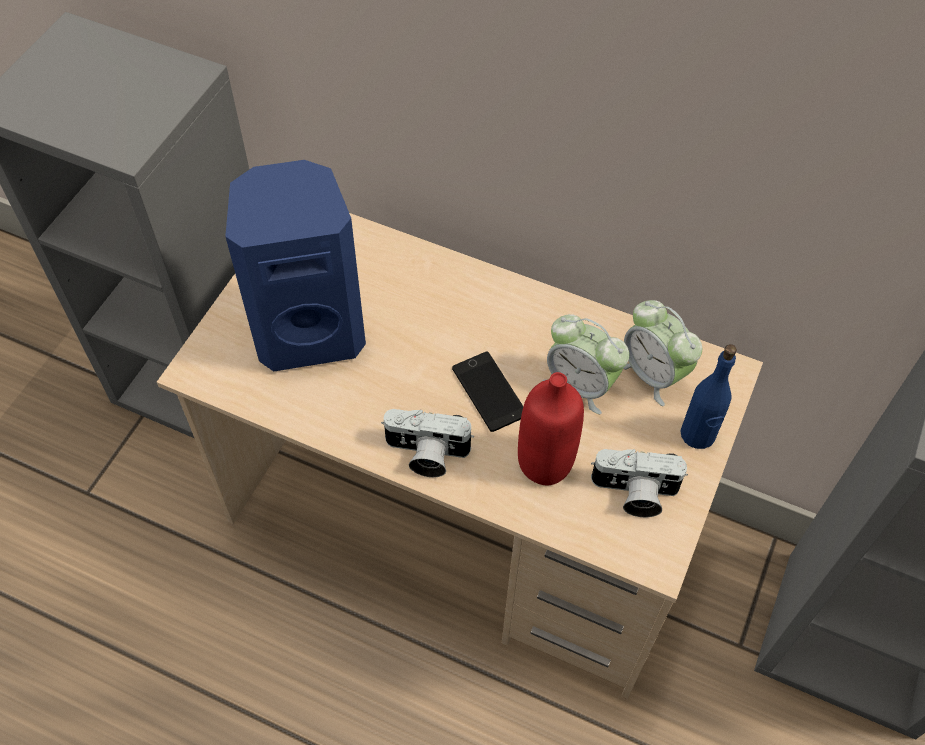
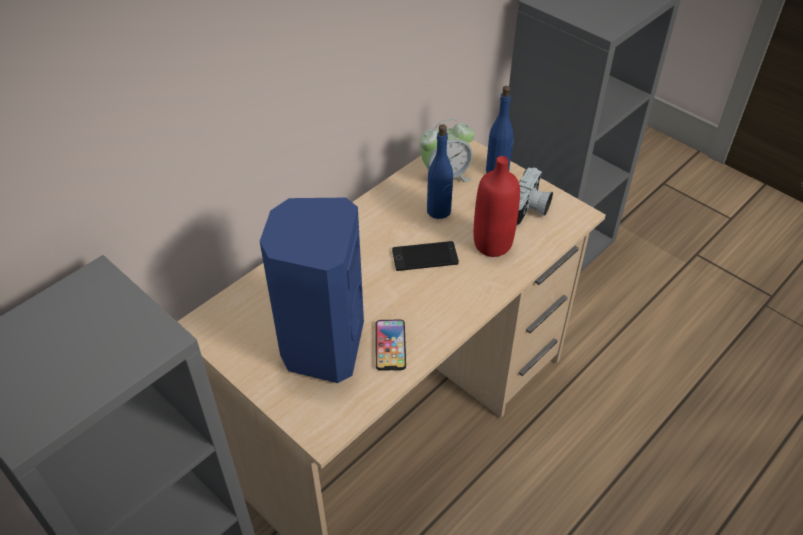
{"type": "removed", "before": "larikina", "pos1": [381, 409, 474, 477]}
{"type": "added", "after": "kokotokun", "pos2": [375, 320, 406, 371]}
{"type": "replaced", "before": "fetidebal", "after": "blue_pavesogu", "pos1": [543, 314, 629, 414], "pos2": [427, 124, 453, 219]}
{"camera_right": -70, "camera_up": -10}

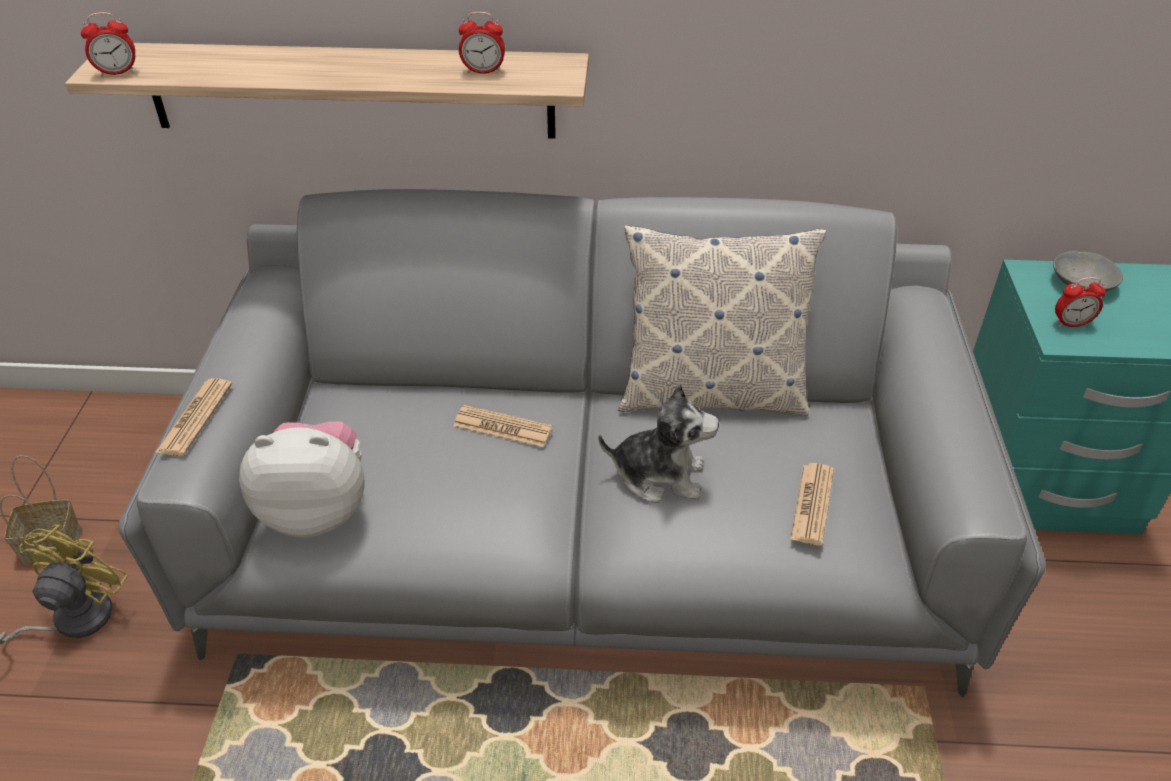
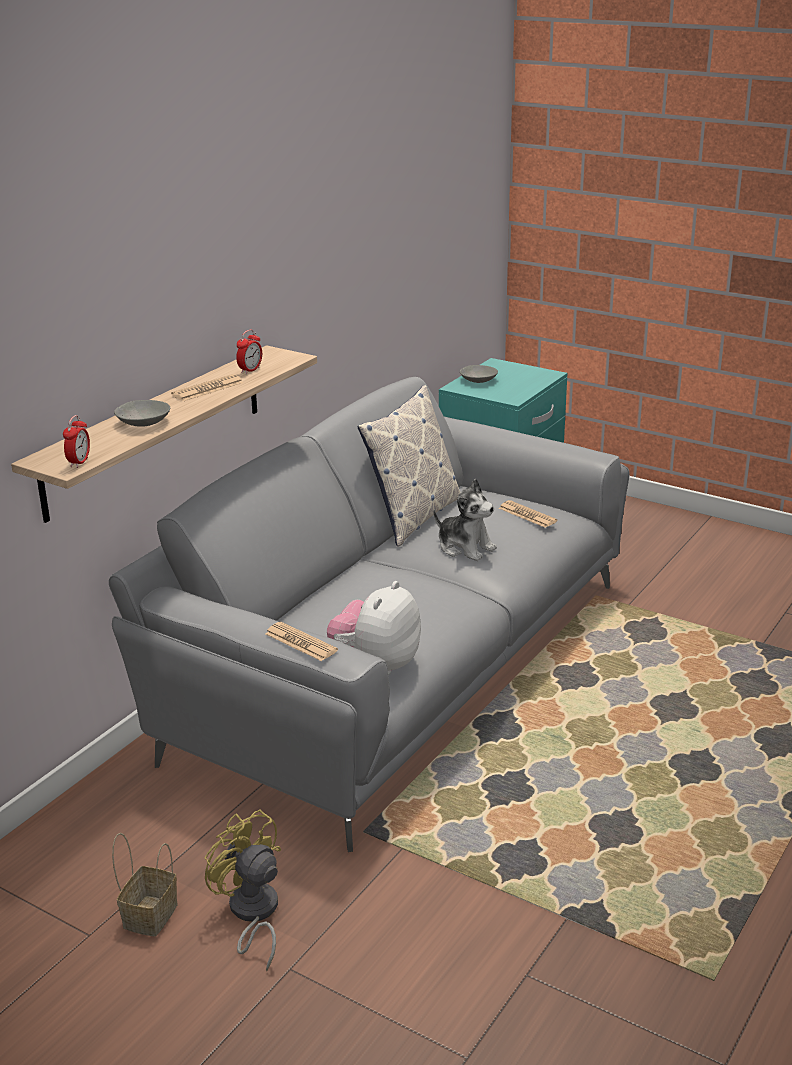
{"type": "removed", "before": "fetidebal", "pos1": [1055, 277, 1106, 327]}
{"type": "added", "after": "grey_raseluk", "pos2": [114, 400, 170, 427]}
{"type": "moved", "before": "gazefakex", "pos1": [454, 405, 553, 447], "pos2": [171, 374, 243, 401]}
{"type": "turned", "before": "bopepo", "pos1": [599, 384, 719, 503], "pos2": [434, 478, 497, 561], "turn": 90}
{"camera_right": -60, "camera_up": -15}

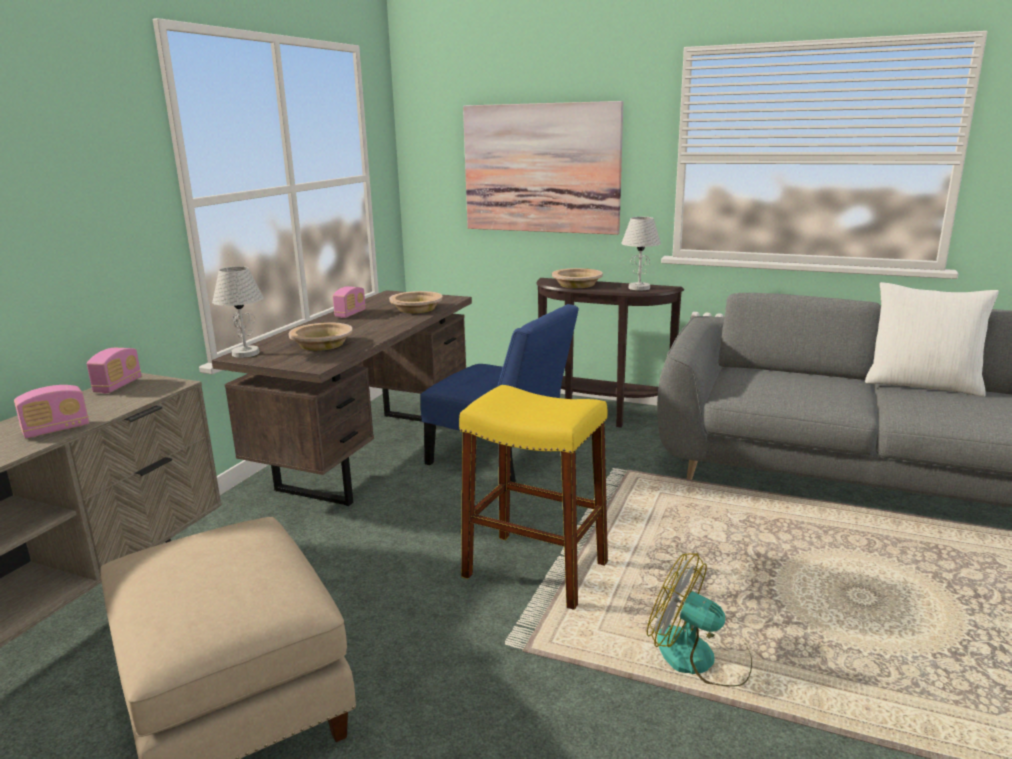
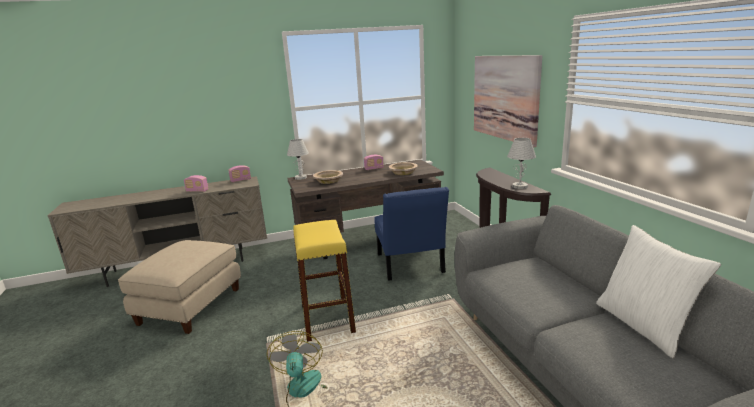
{"type": "removed", "before": "beige_raseluk", "pos1": [552, 268, 603, 288]}
{"camera_right": 50, "camera_up": 0}

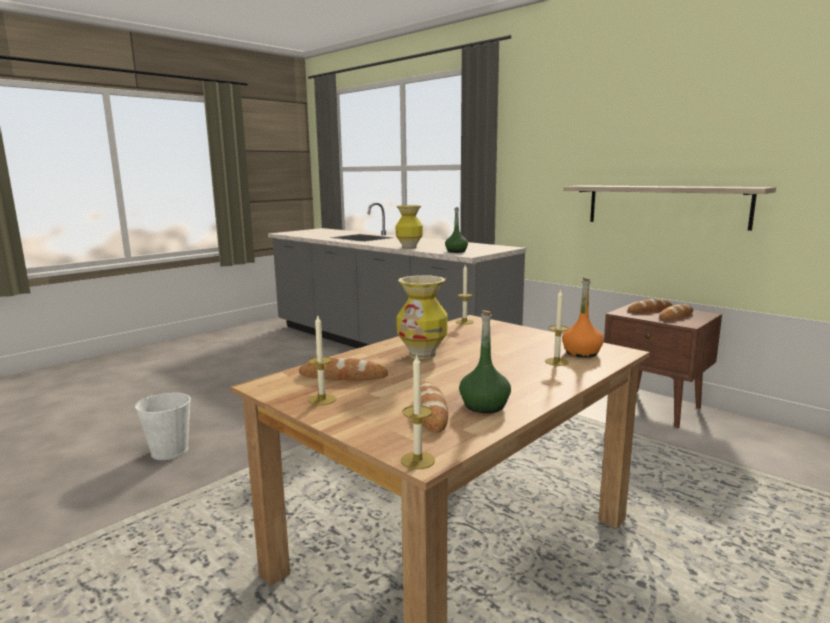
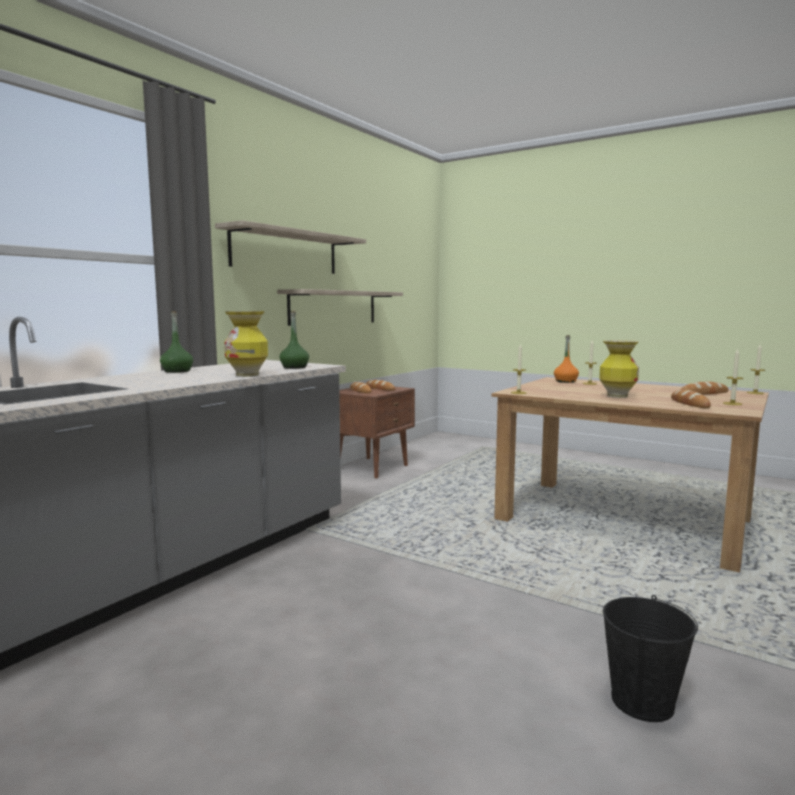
{"type": "added", "after": "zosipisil", "pos2": [215, 220, 366, 274]}
{"type": "moved", "before": "green_pavesogu", "pos1": [459, 310, 511, 413], "pos2": [160, 311, 193, 373]}
{"type": "recoloured", "before": "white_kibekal", "after": "black_kibekal", "pos1": [135, 393, 191, 460], "pos2": [603, 595, 698, 722]}
{"camera_right": -100, "camera_up": -5}

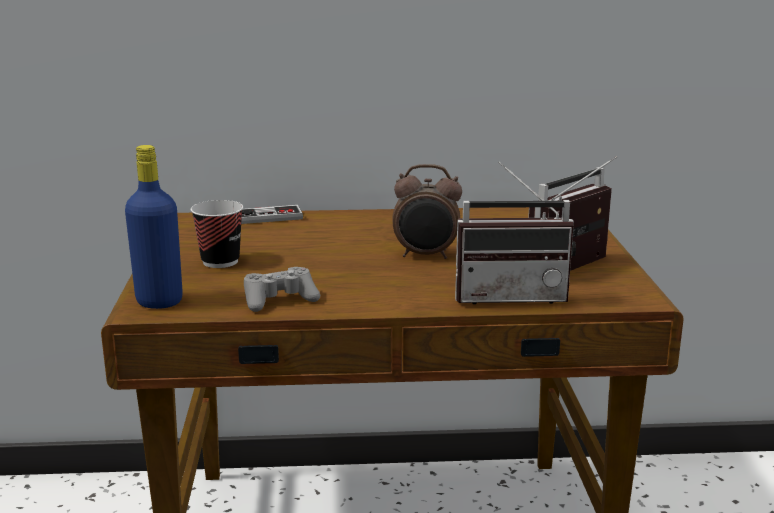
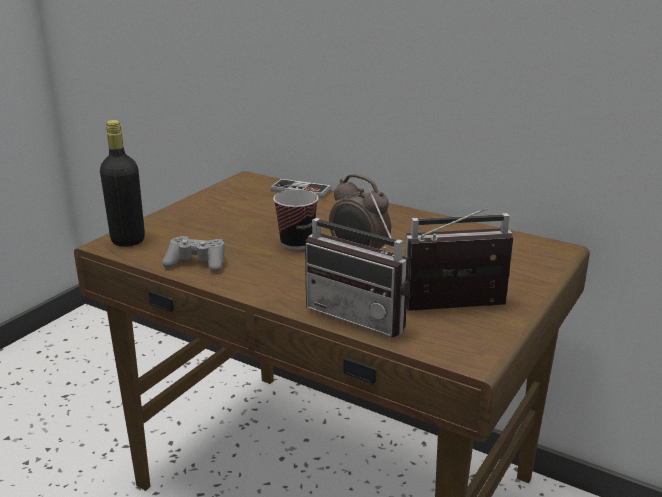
{"type": "moved", "before": "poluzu", "pos1": [191, 200, 243, 268], "pos2": [273, 190, 319, 250]}
{"type": "recoloured", "before": "blue_pavesogu", "after": "black_pavesogu", "pos1": [125, 145, 183, 309], "pos2": [100, 120, 145, 247]}
{"camera_right": 35, "camera_up": 5}

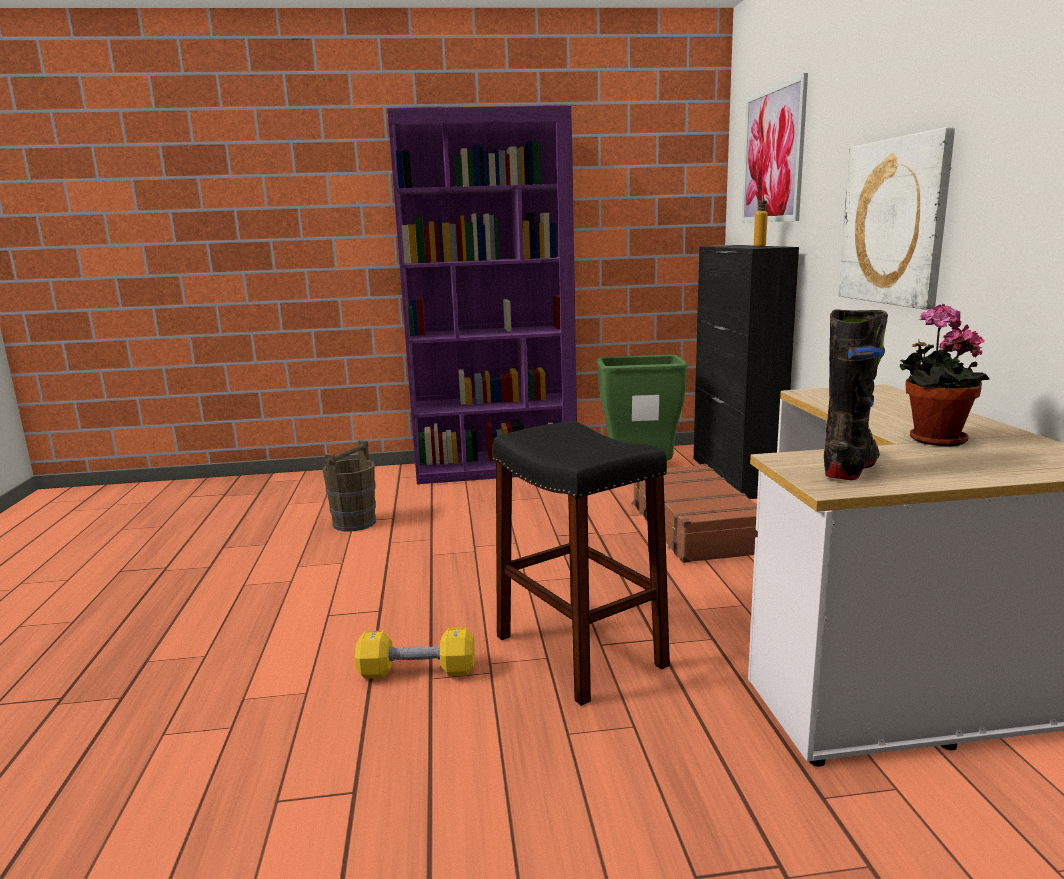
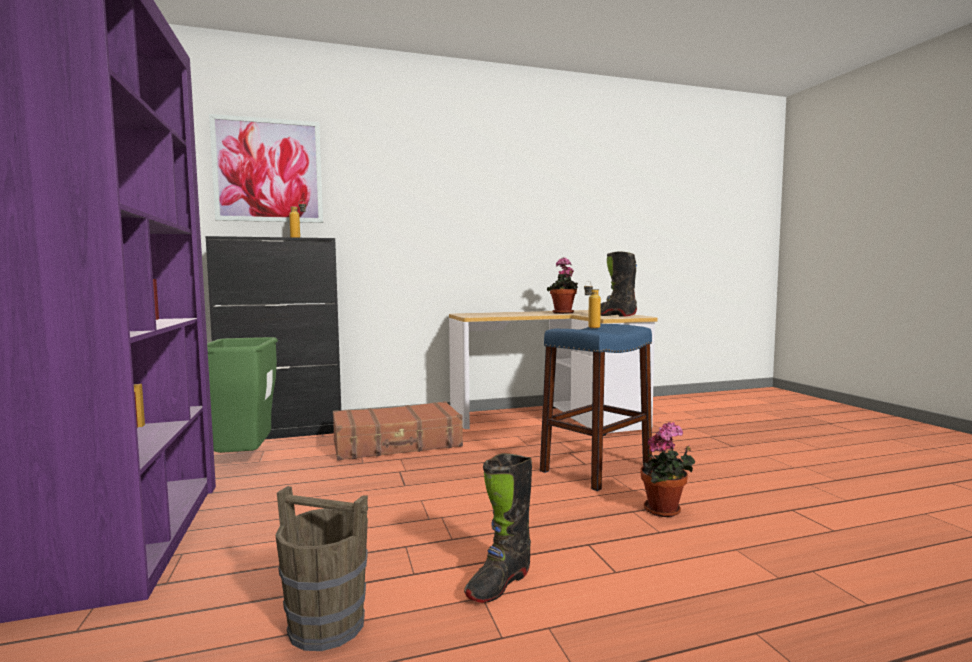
{"type": "removed", "before": "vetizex", "pos1": [838, 127, 955, 310]}
{"type": "added", "after": "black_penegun", "pos2": [464, 453, 532, 603]}
{"type": "added", "after": "pavesogu", "pos2": [584, 281, 601, 328]}
{"type": "replaced", "before": "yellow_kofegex", "after": "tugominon", "pos1": [355, 628, 475, 679], "pos2": [640, 422, 695, 517]}
{"type": "recoloured", "before": "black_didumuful", "after": "blue_didumuful", "pos1": [493, 421, 670, 706], "pos2": [540, 324, 652, 491]}
{"camera_right": -100, "camera_up": -10}

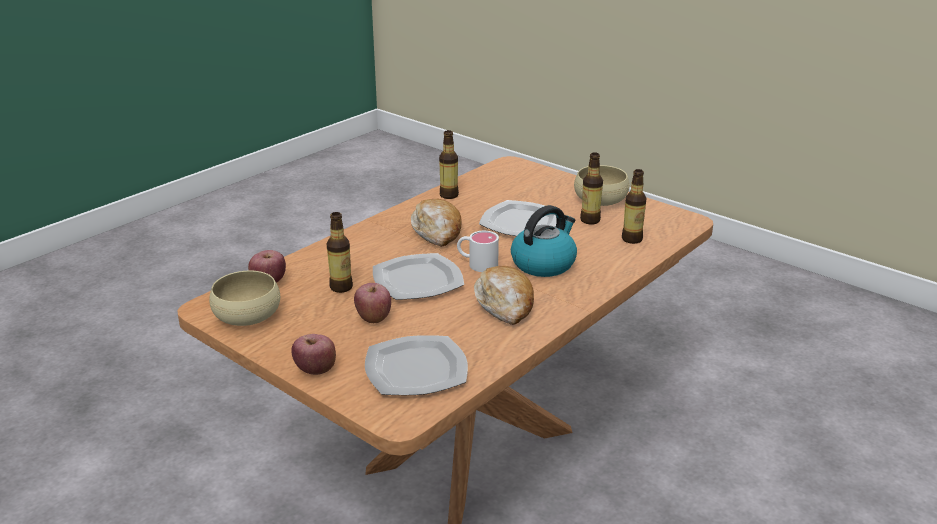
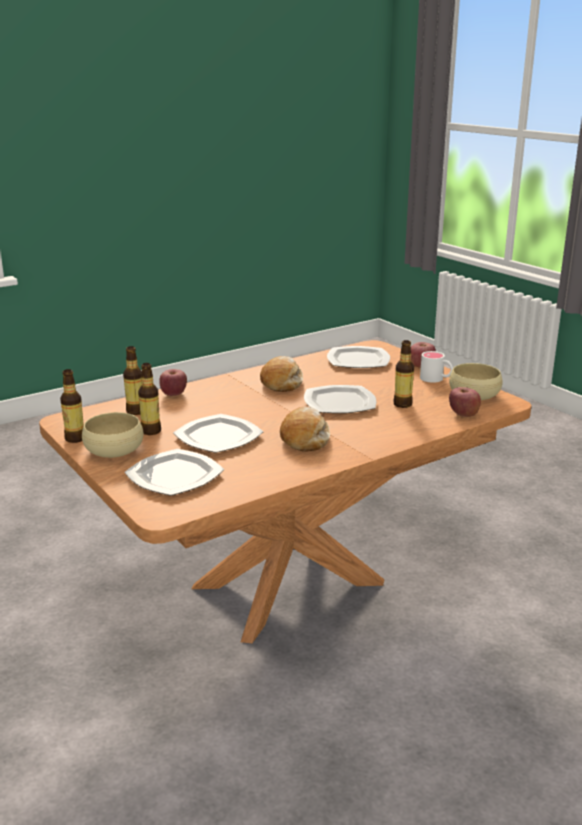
{"type": "removed", "before": "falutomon", "pos1": [511, 205, 577, 277]}
{"type": "added", "after": "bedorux", "pos2": [125, 449, 224, 496]}
{"type": "moved", "before": "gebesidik", "pos1": [354, 283, 391, 323], "pos2": [159, 369, 187, 396]}
{"type": "moved", "before": "pavesogu", "pos1": [439, 130, 459, 199], "pos2": [60, 369, 84, 443]}
{"type": "moved", "before": "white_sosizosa", "pos1": [457, 231, 499, 272], "pos2": [420, 351, 453, 383]}
{"camera_right": -165, "camera_up": -5}

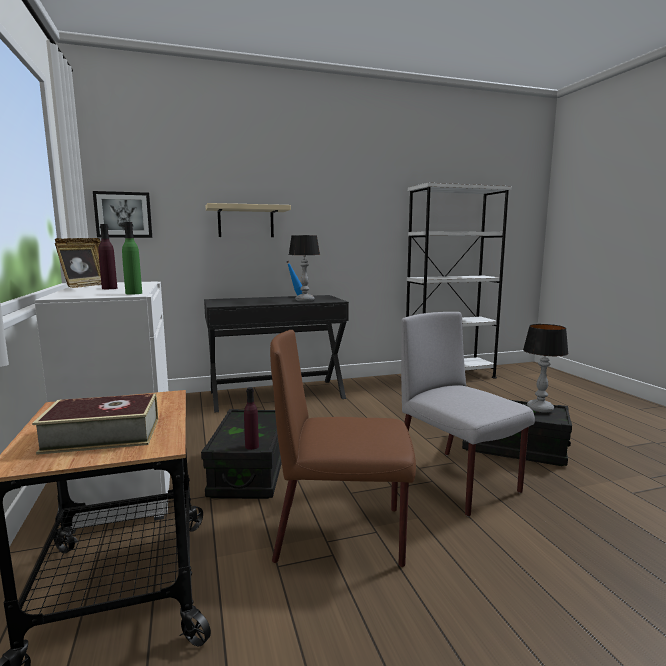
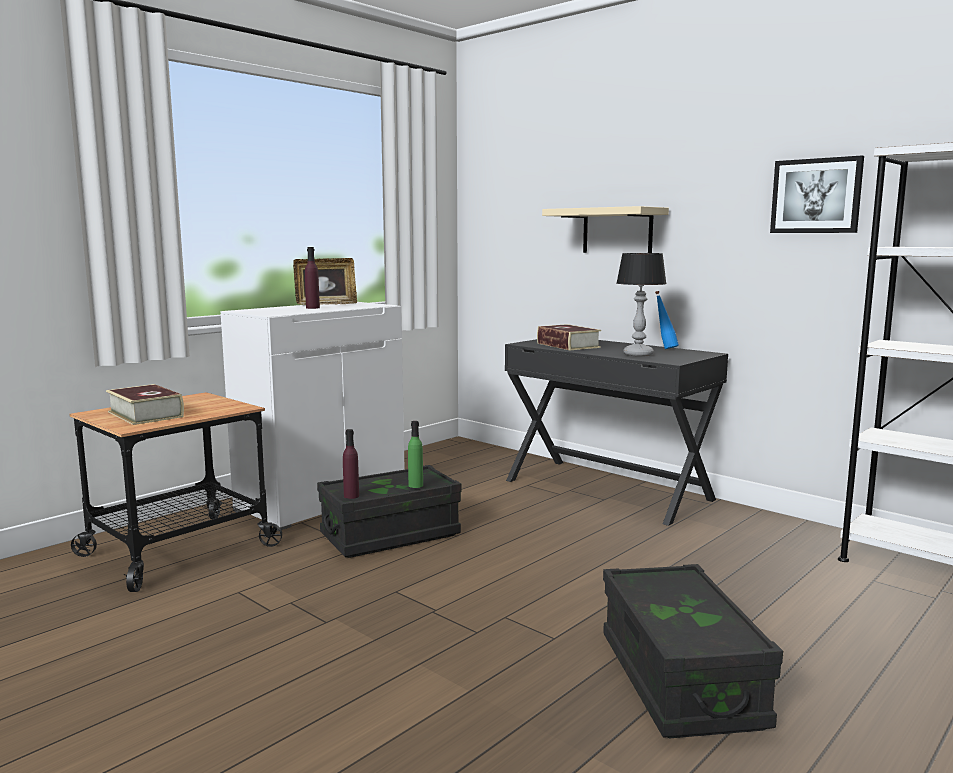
{"type": "removed", "before": "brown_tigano", "pos1": [270, 330, 416, 567]}
{"type": "removed", "before": "grey_tigano", "pos1": [401, 312, 535, 517]}
{"type": "removed", "before": "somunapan", "pos1": [523, 324, 569, 413]}
{"type": "added", "after": "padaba", "pos2": [537, 324, 601, 350]}
{"type": "moved", "before": "vetizex", "pos1": [93, 191, 152, 238], "pos2": [770, 156, 864, 233]}
{"type": "moved", "before": "green_pavesogu", "pos1": [122, 222, 142, 295], "pos2": [408, 421, 423, 488]}
{"camera_right": 60, "camera_up": 0}

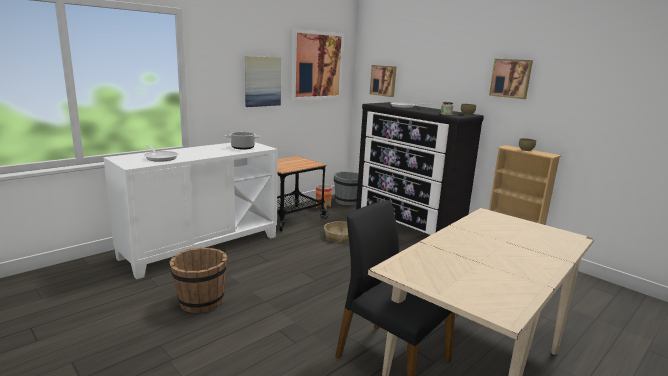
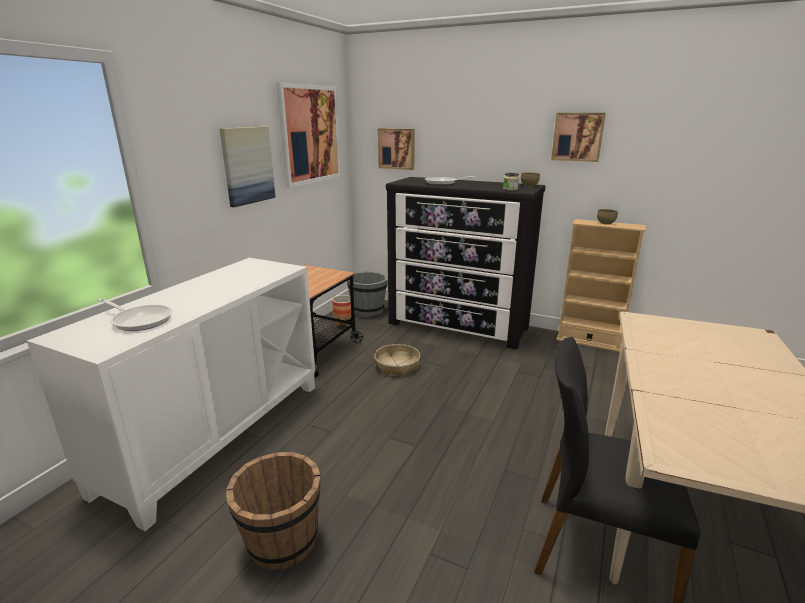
{"type": "removed", "before": "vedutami", "pos1": [225, 131, 261, 149]}
{"camera_right": -20, "camera_up": 5}

